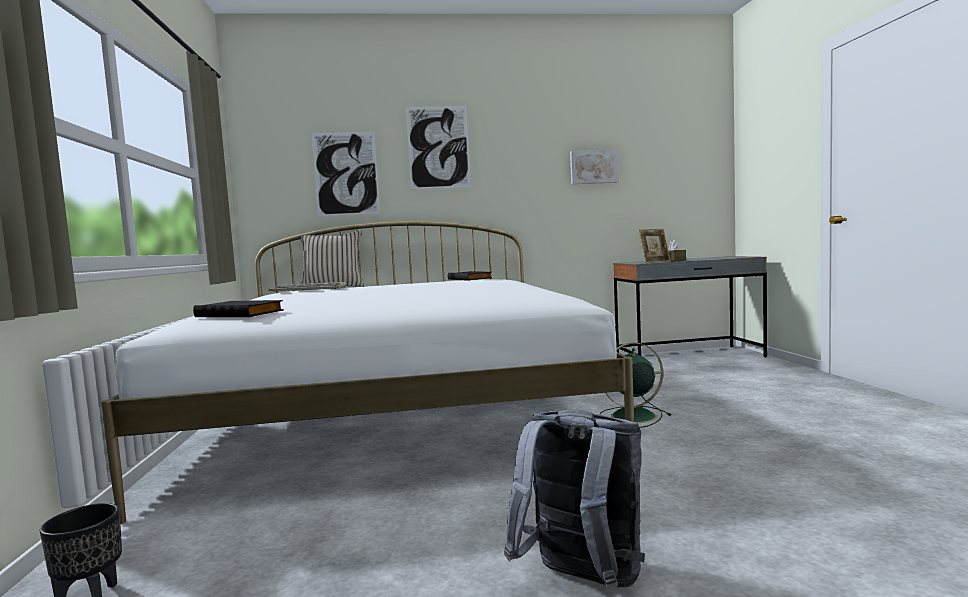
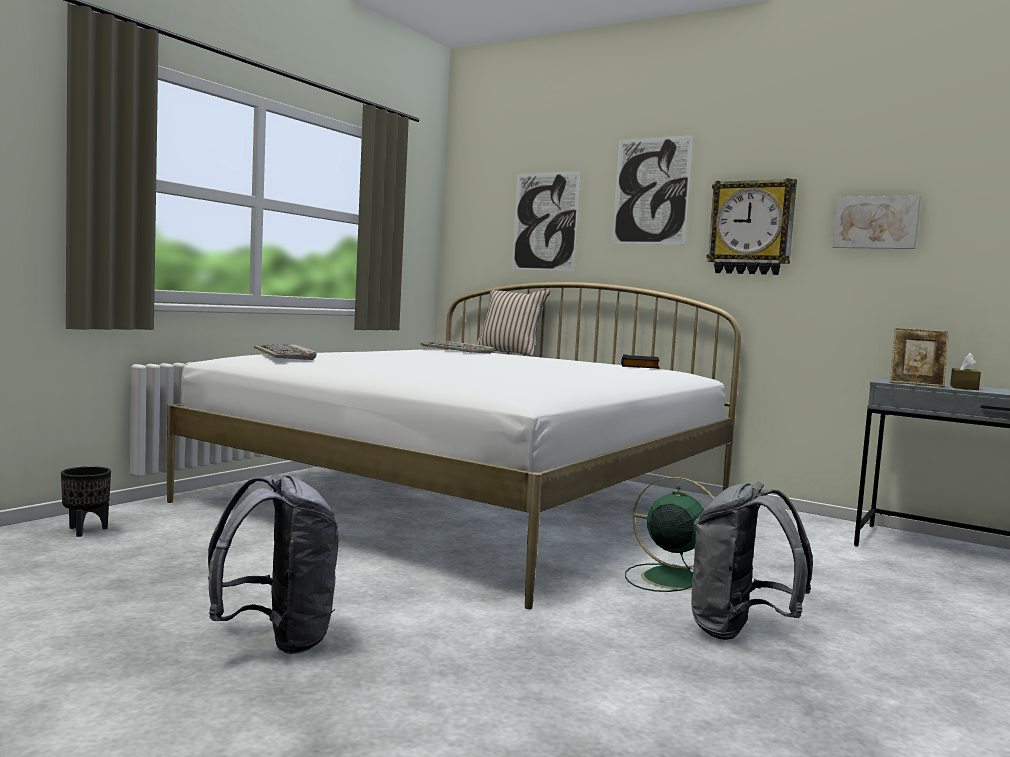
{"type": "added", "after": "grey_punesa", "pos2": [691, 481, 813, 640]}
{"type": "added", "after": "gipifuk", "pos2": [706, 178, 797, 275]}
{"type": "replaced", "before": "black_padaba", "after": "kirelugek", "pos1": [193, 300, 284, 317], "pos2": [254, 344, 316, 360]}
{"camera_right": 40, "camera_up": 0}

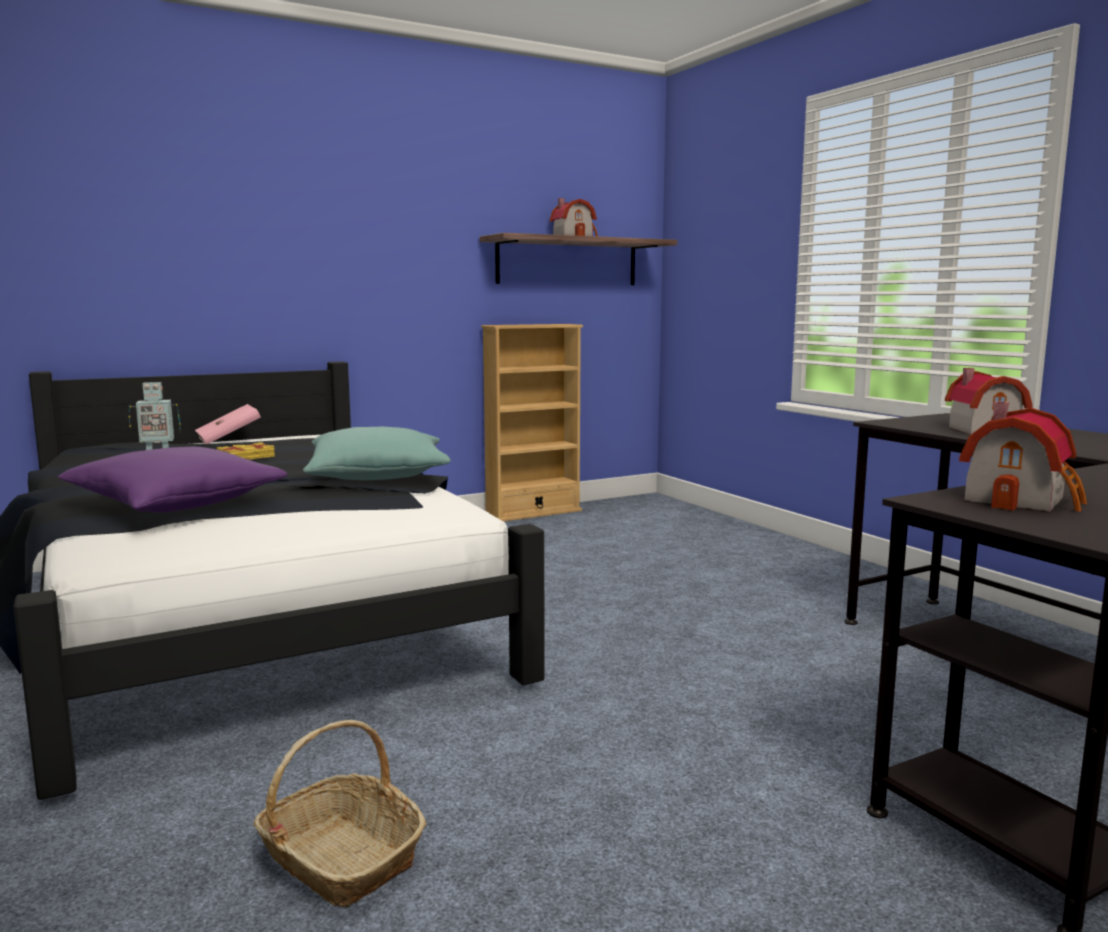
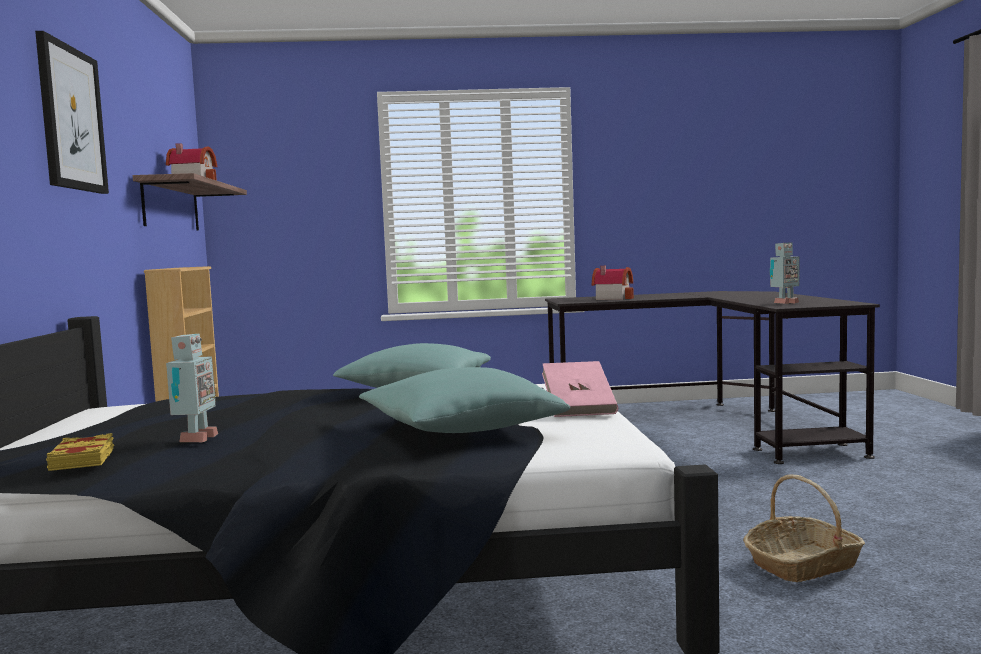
{"type": "added", "after": "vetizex", "pos2": [35, 31, 109, 194]}
{"type": "moved", "before": "pink_padaba", "pos1": [195, 404, 261, 445], "pos2": [542, 361, 618, 417]}
{"type": "moved", "before": "yellow_padaba", "pos1": [217, 442, 275, 460], "pos2": [46, 433, 114, 471]}
{"type": "replaced", "before": "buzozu", "after": "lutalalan", "pos1": [959, 401, 1087, 512], "pos2": [770, 242, 800, 304]}
{"type": "recoloured", "before": "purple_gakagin", "after": "turquoise_gakagin", "pos1": [58, 447, 287, 512], "pos2": [359, 367, 570, 433]}
{"camera_right": -65, "camera_up": -5}

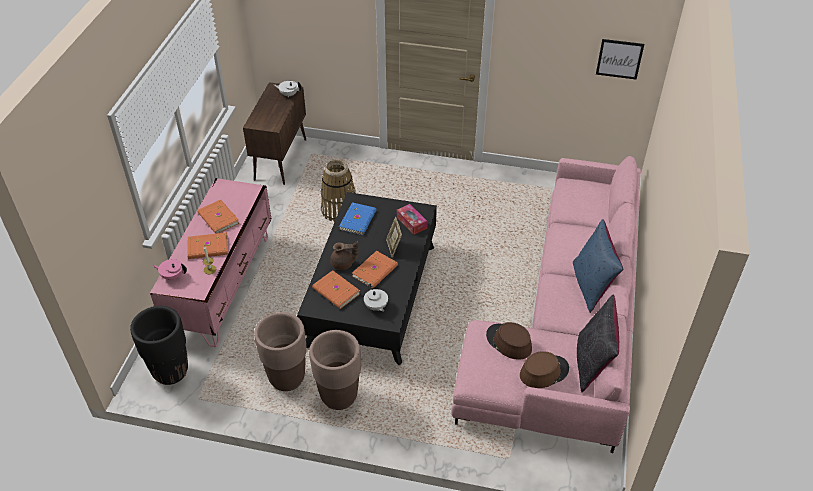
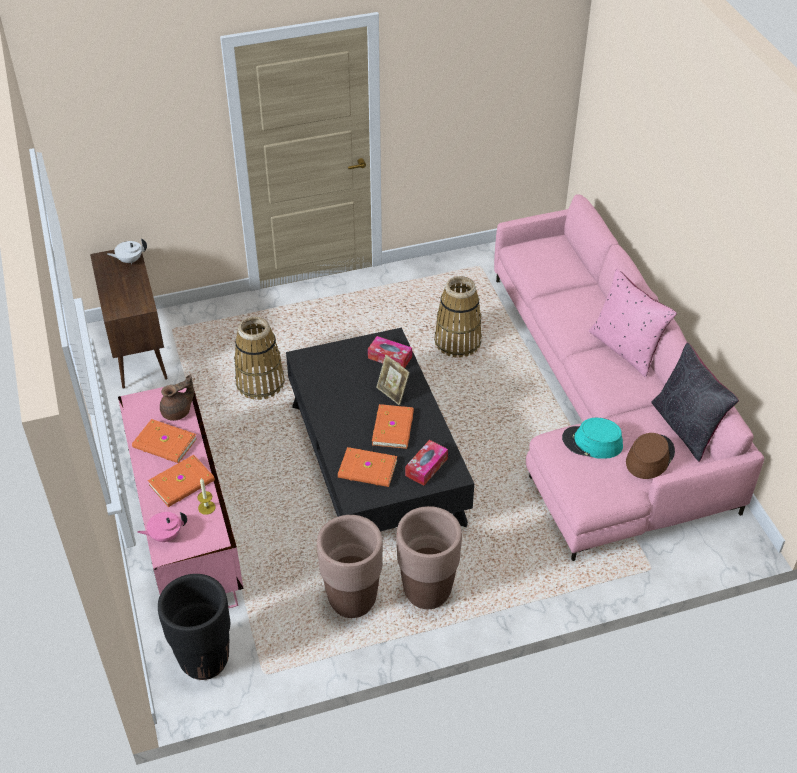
{"type": "removed", "before": "blue_padaba", "pos1": [339, 202, 376, 235]}
{"type": "removed", "before": "vetizex", "pos1": [596, 39, 644, 79]}
{"type": "added", "after": "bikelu", "pos2": [434, 276, 482, 357]}
{"type": "moved", "before": "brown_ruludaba", "pos1": [330, 241, 359, 270], "pos2": [160, 375, 194, 421]}
{"type": "replaced", "before": "white_ruludaba", "after": "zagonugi", "pos1": [364, 283, 388, 312], "pos2": [405, 440, 448, 486]}
{"type": "recoloured", "before": "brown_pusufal", "after": "turquoise_pusufal", "pos1": [486, 322, 532, 360], "pos2": [562, 418, 623, 459]}
{"type": "recoloured", "before": "blue_gakagin", "after": "pink_gakagin", "pos1": [573, 219, 623, 313], "pos2": [589, 269, 677, 377]}
{"camera_right": -30, "camera_up": 0}

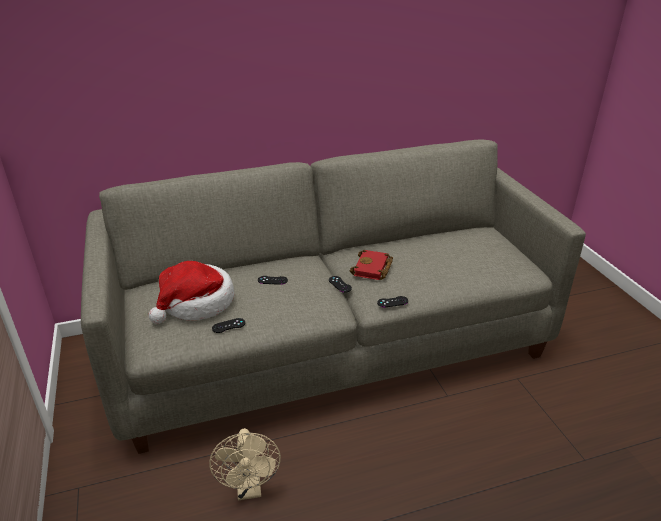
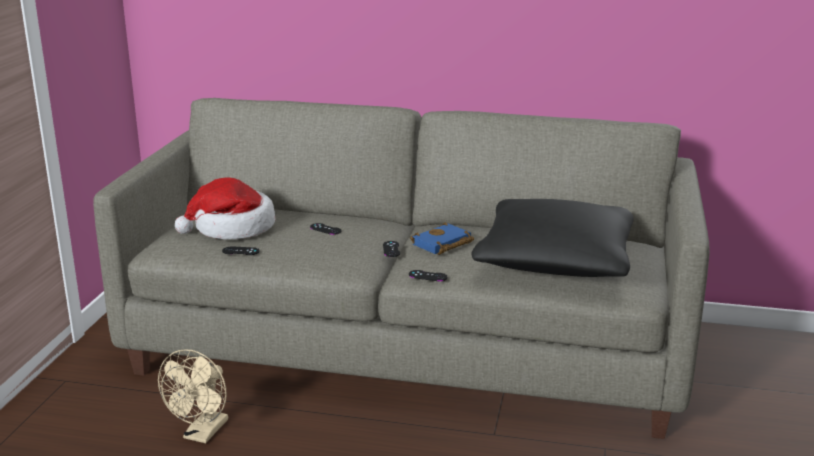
{"type": "added", "after": "black_gakagin", "pos2": [472, 199, 634, 277]}
{"type": "recoloured", "before": "red_padaba", "after": "blue_padaba", "pos1": [350, 250, 393, 280], "pos2": [410, 222, 474, 255]}
{"camera_right": 30, "camera_up": -10}

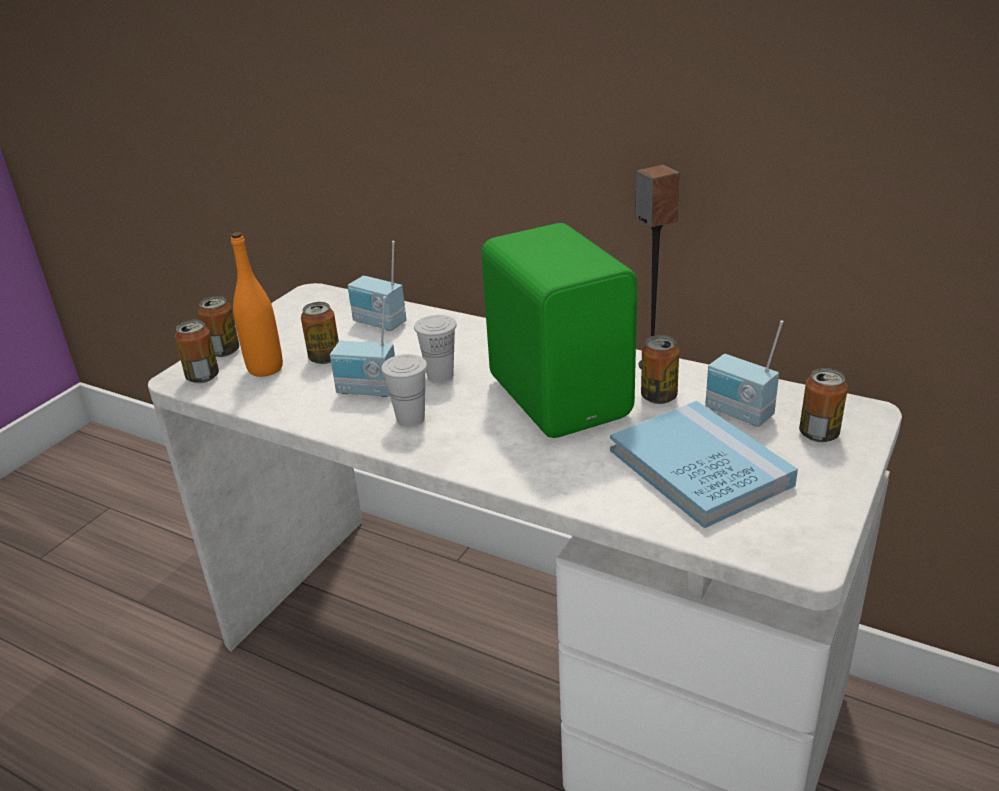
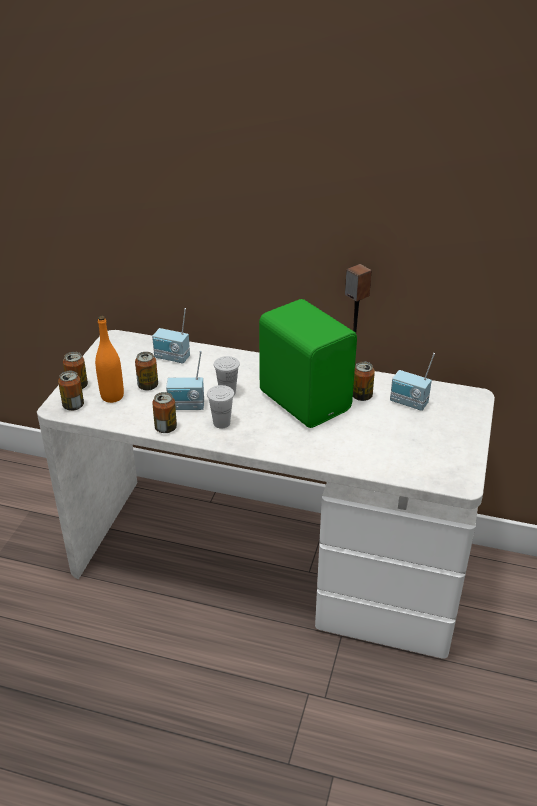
{"type": "removed", "before": "blue_padaba", "pos1": [610, 401, 798, 528]}
{"type": "moved", "before": "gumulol", "pos1": [799, 368, 848, 442], "pos2": [152, 392, 177, 433]}
{"camera_right": -15, "camera_up": 5}

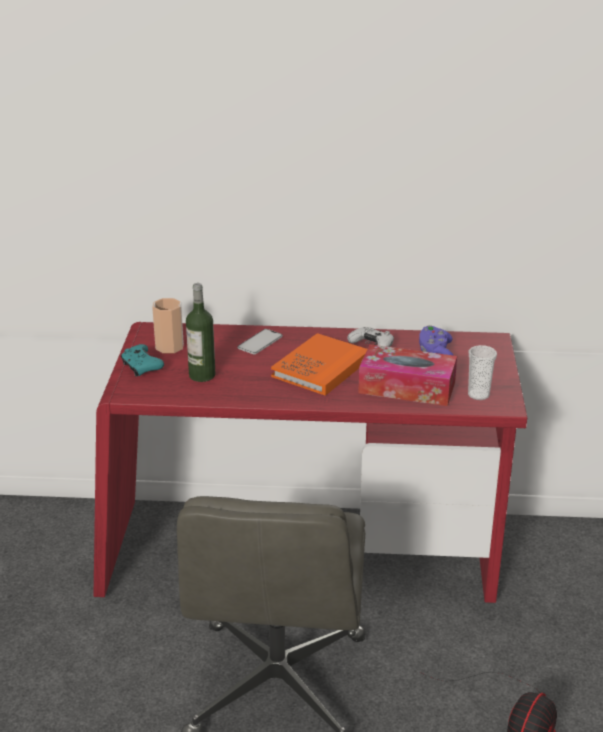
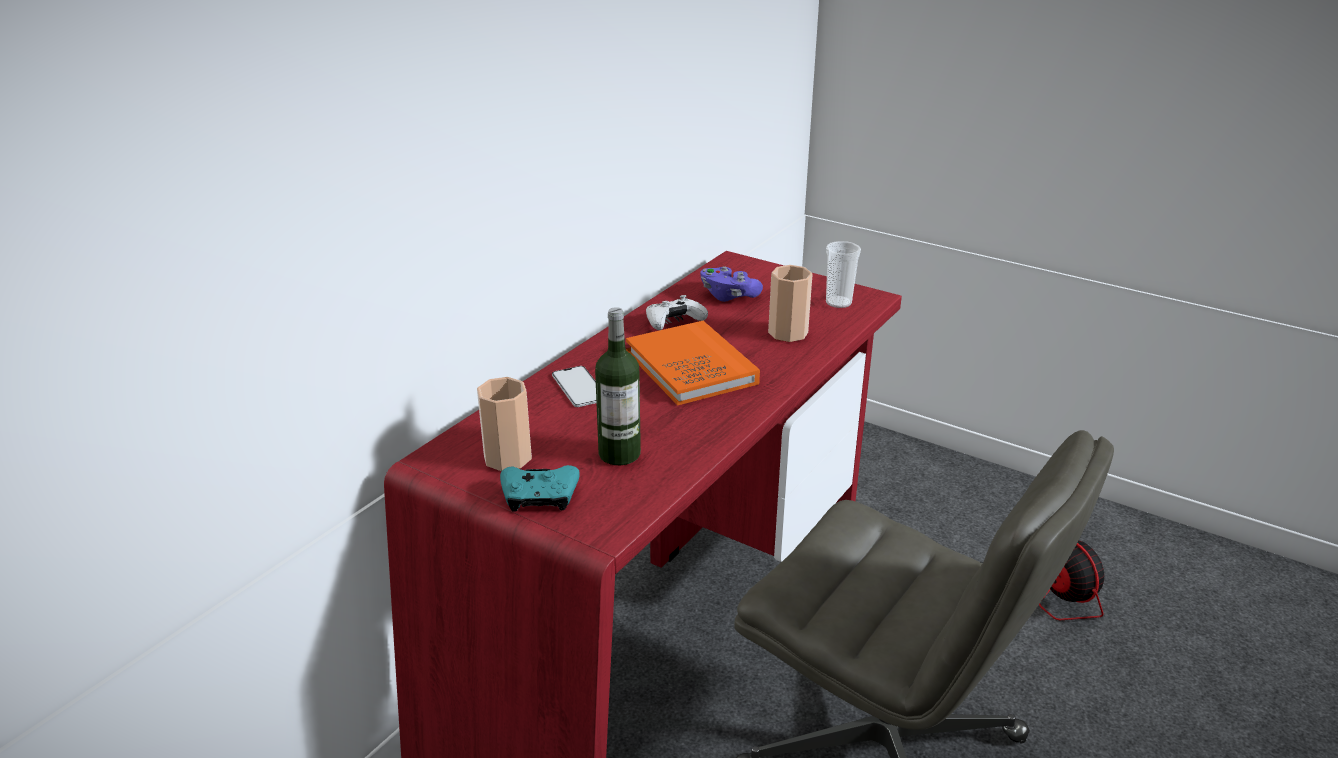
{"type": "replaced", "before": "zagonugi", "after": "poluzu", "pos1": [358, 344, 457, 406], "pos2": [768, 265, 813, 342]}
{"camera_right": -60, "camera_up": 0}

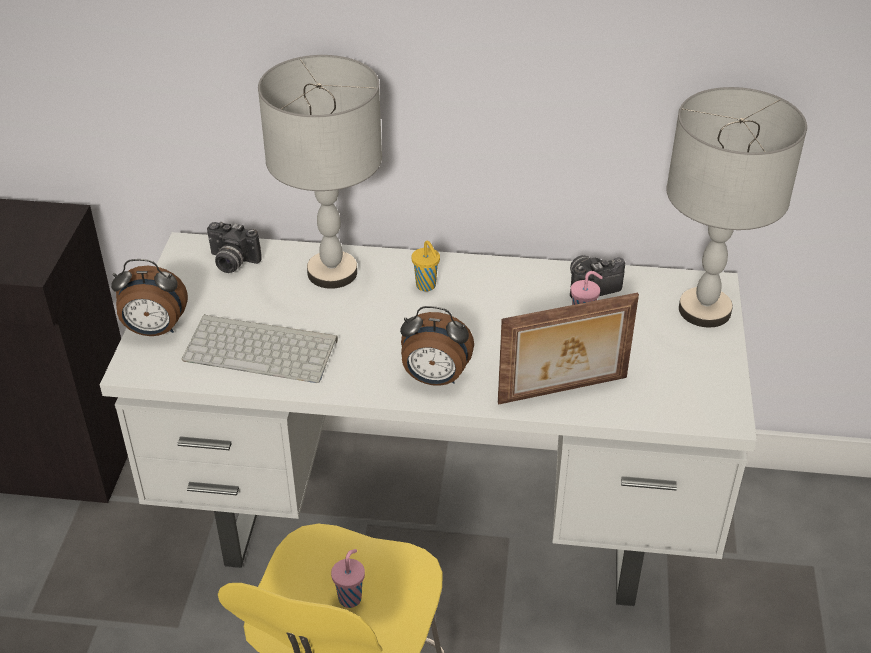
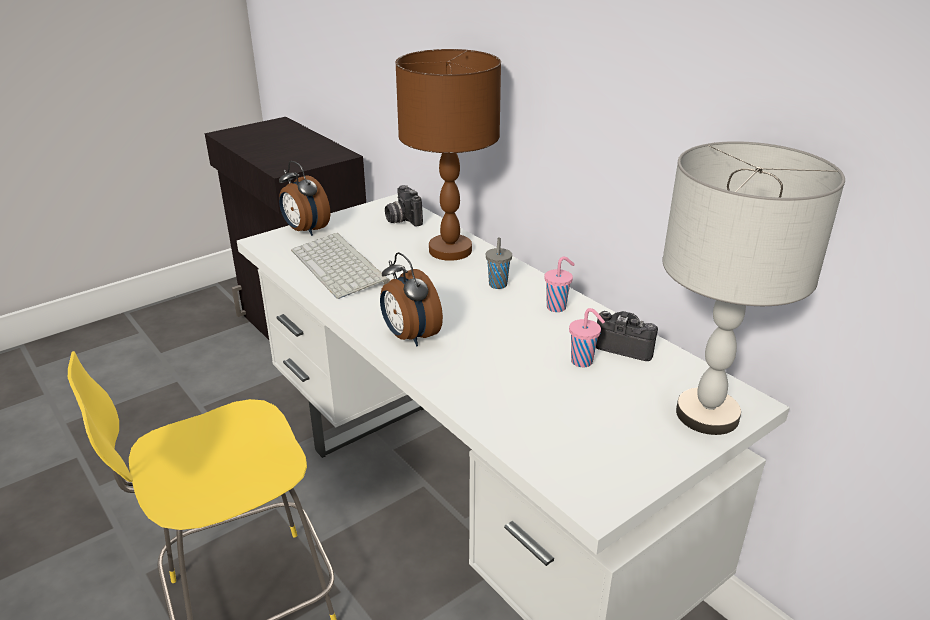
{"type": "removed", "before": "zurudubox", "pos1": [498, 293, 639, 404]}
{"type": "moved", "before": "pink_poluzu", "pos1": [331, 549, 365, 608], "pos2": [544, 257, 575, 312]}
{"type": "recoloured", "before": "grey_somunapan", "after": "brown_somunapan", "pos1": [258, 55, 382, 289], "pos2": [395, 49, 501, 261]}
{"type": "recoloured", "before": "yellow_poluzu", "after": "grey_poluzu", "pos1": [411, 241, 440, 291], "pos2": [486, 237, 512, 289]}
{"camera_right": 45, "camera_up": -10}

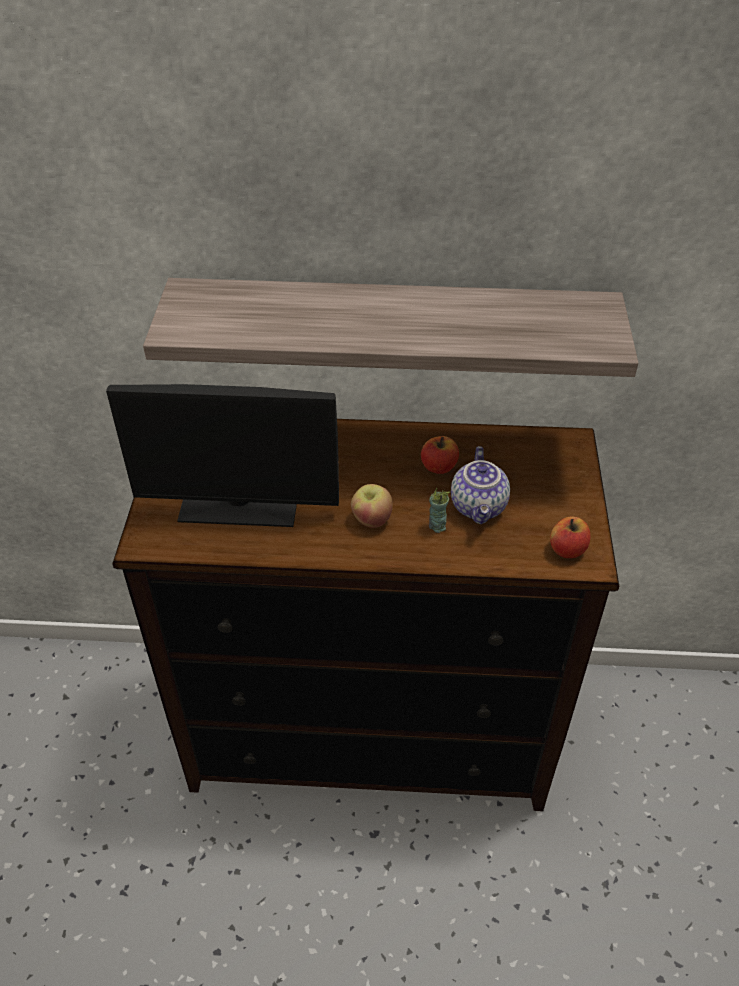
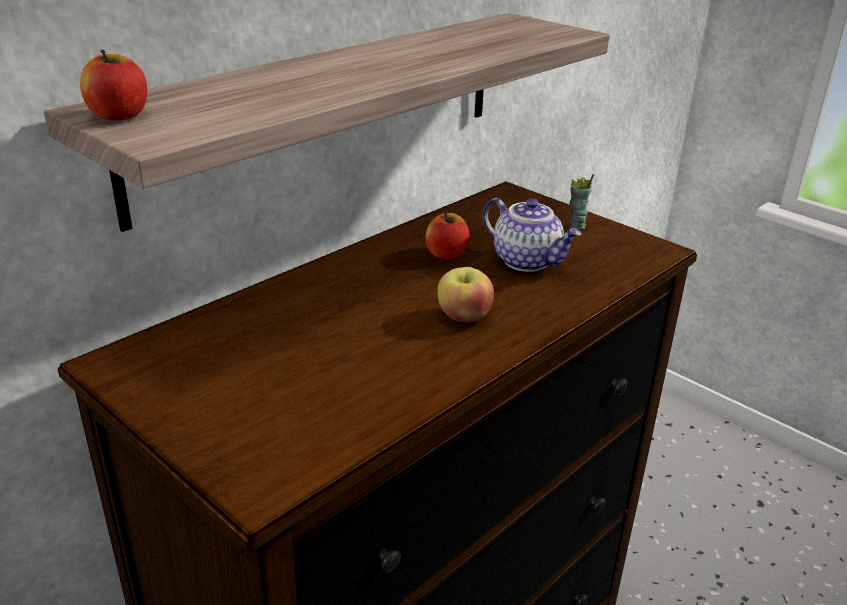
{"type": "removed", "before": "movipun", "pos1": [106, 384, 339, 527]}
{"type": "moved", "before": "poluzu", "pos1": [429, 488, 450, 533], "pos2": [567, 174, 594, 229]}
{"type": "moved", "before": "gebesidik", "pos1": [550, 517, 590, 558], "pos2": [80, 50, 147, 121]}
{"camera_right": -50, "camera_up": -15}

